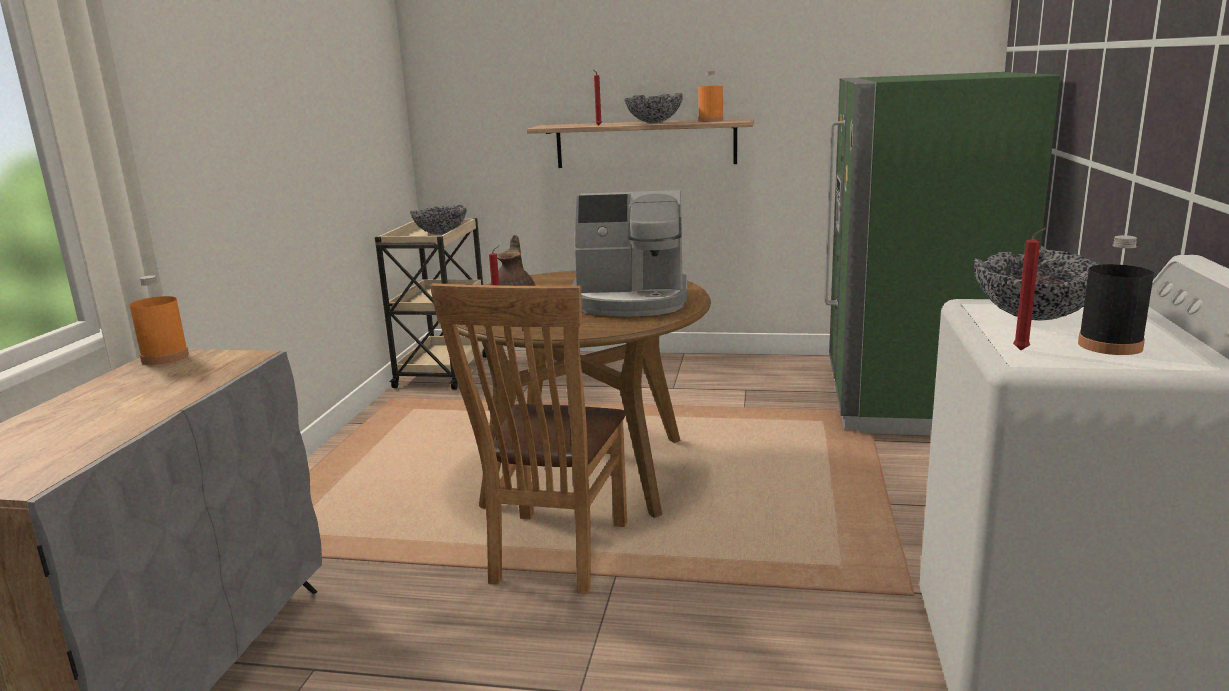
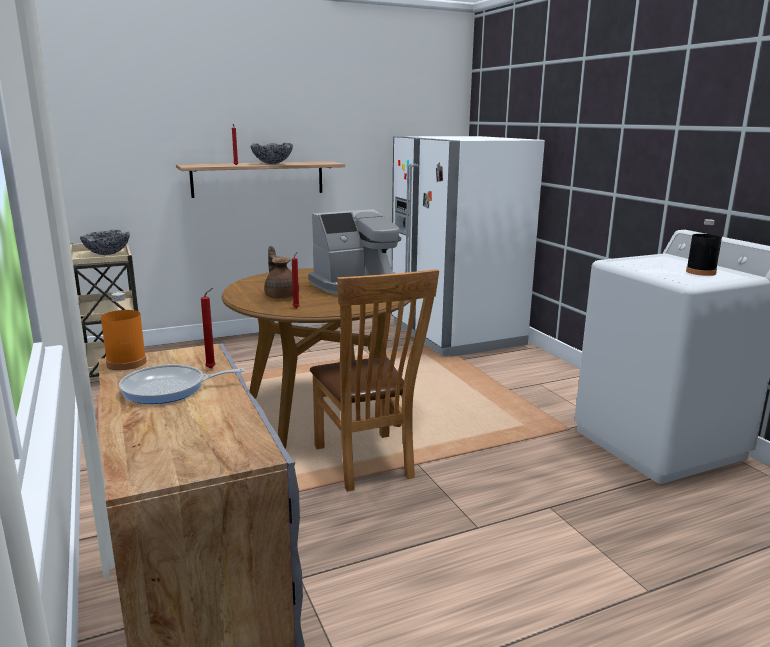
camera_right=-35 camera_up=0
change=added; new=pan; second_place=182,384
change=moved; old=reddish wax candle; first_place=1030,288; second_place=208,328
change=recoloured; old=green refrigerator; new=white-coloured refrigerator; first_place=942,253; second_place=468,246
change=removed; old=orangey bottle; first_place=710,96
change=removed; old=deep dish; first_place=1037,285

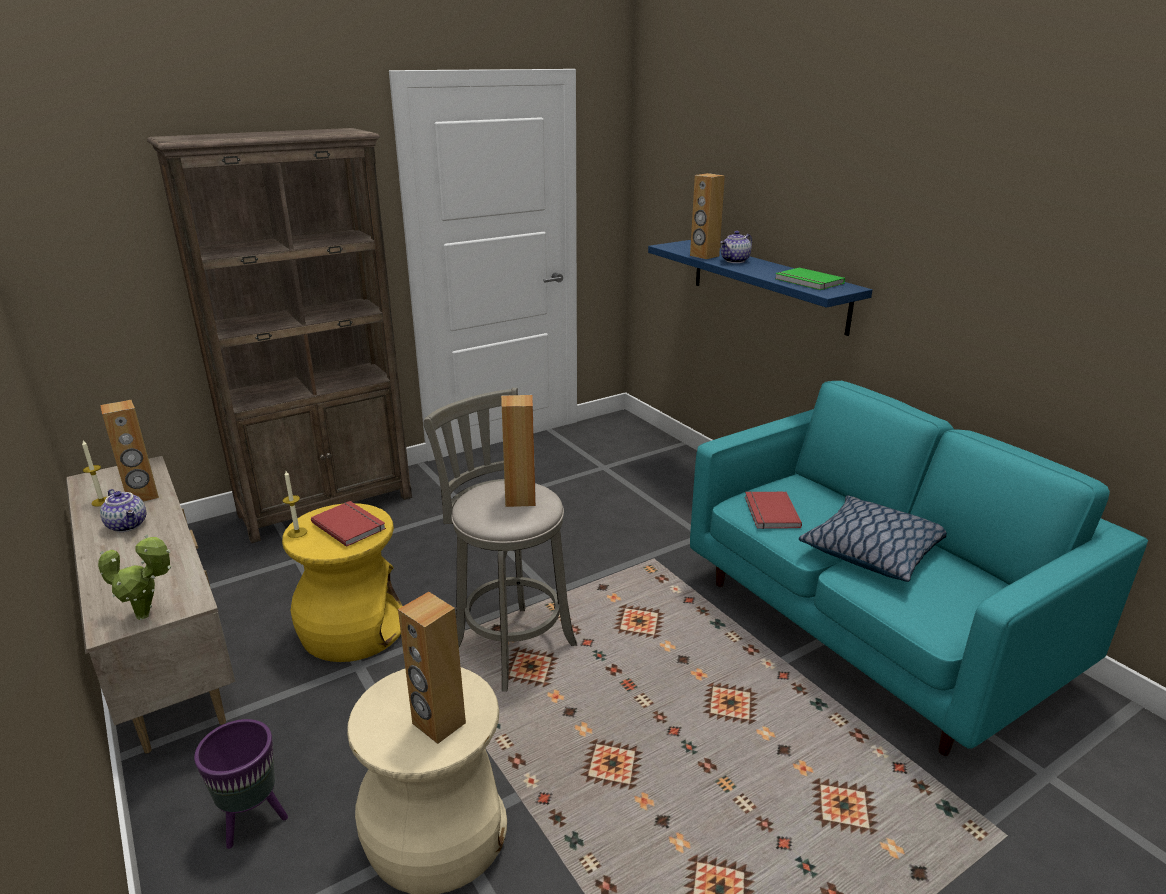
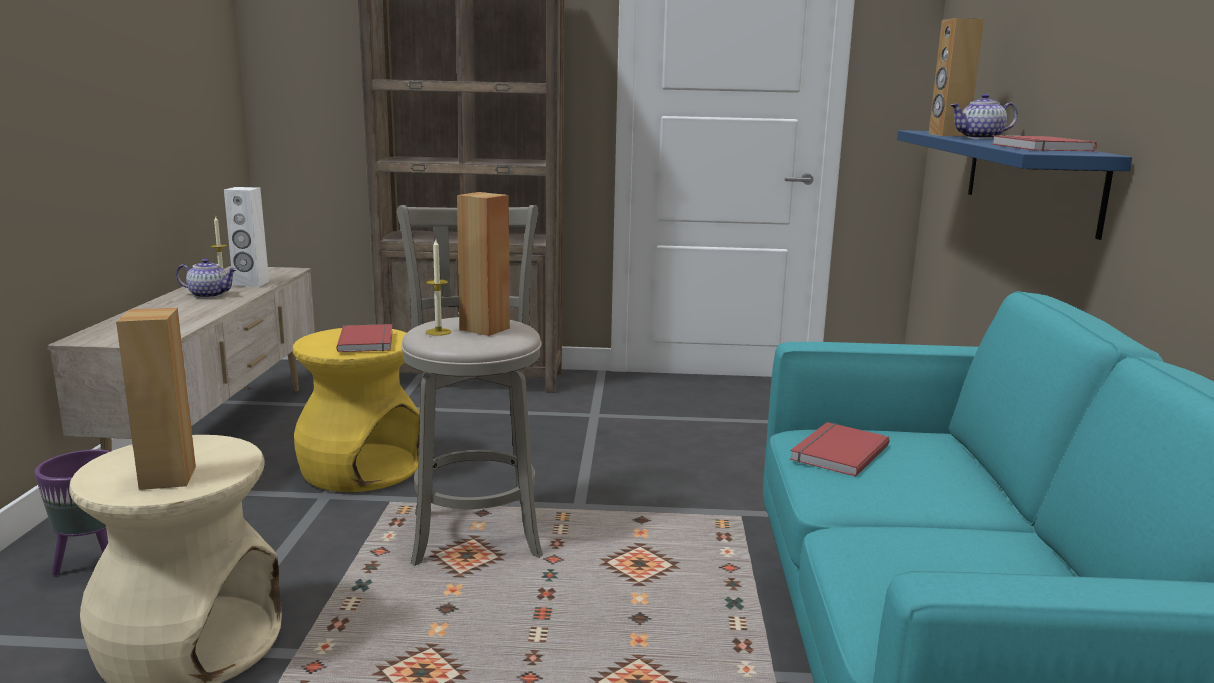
camera_right=35 camera_up=-10
change=turned; old=teapot; first_place=123,510; second_place=206,278; degrees=-75
change=recoloured; old=brownish audio speaker; new=white-coloured audio speaker; first_place=130,451; second_place=246,237
change=moved; old=wax candle; first_place=295,504; second_place=439,288
change=recoloured; old=green bound book; new=reddish bound book; first_place=810,279; second_place=1044,143
change=removed; old=houseplant; first_place=135,577
change=removed; old=cushion; first_place=873,538

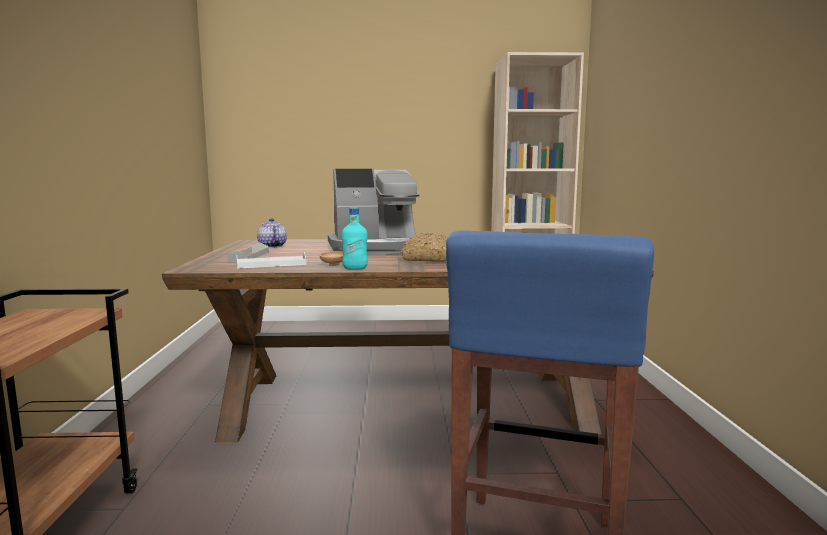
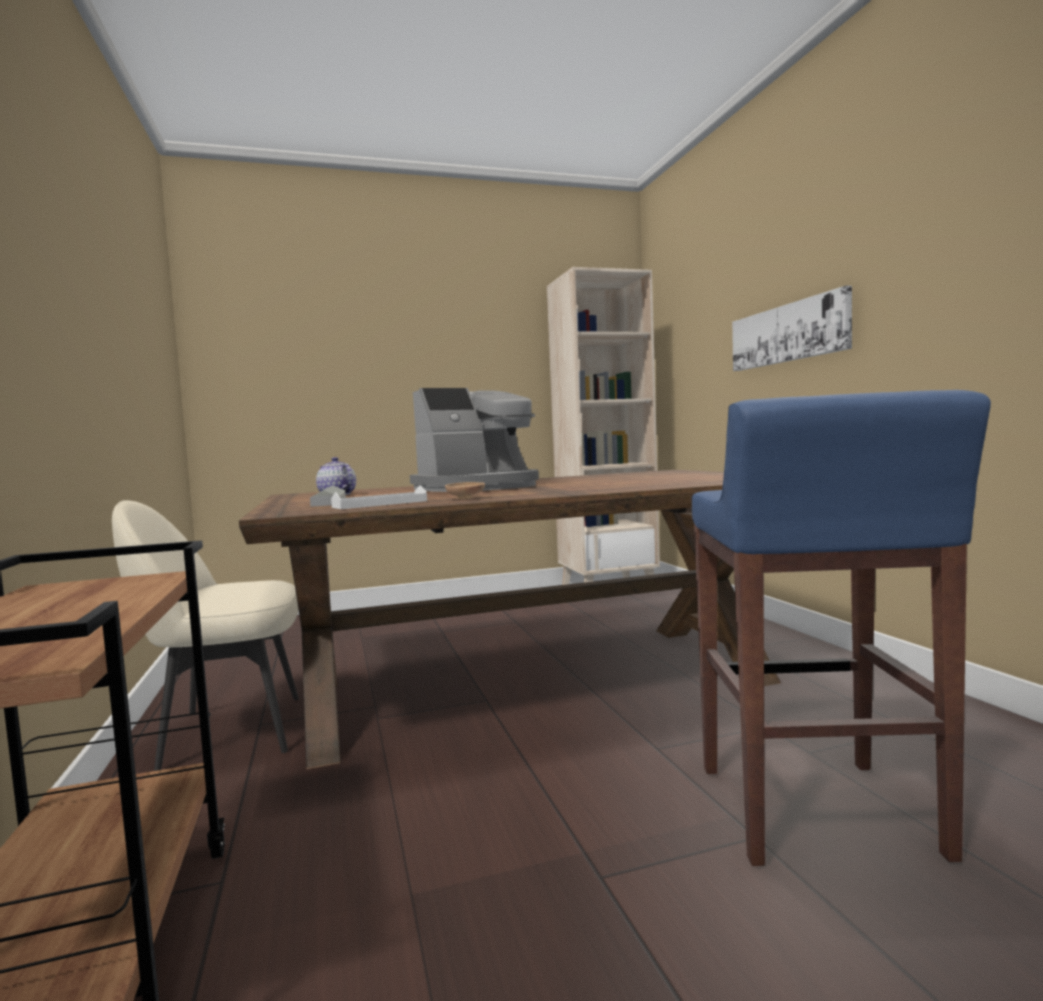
camera_right=-15 camera_up=-5
change=added; new=beige upright chair; second_place=205,635
change=added; new=picture; second_place=792,328
change=removed; old=turquoise-coloured bottle; first_place=355,238
change=removed; old=baked bread; first_place=424,247

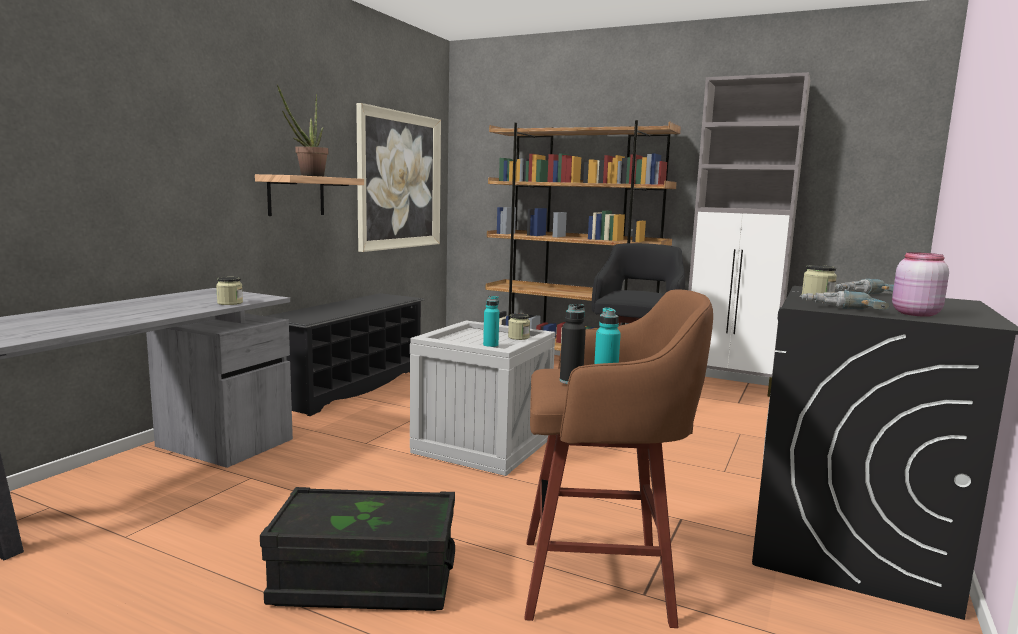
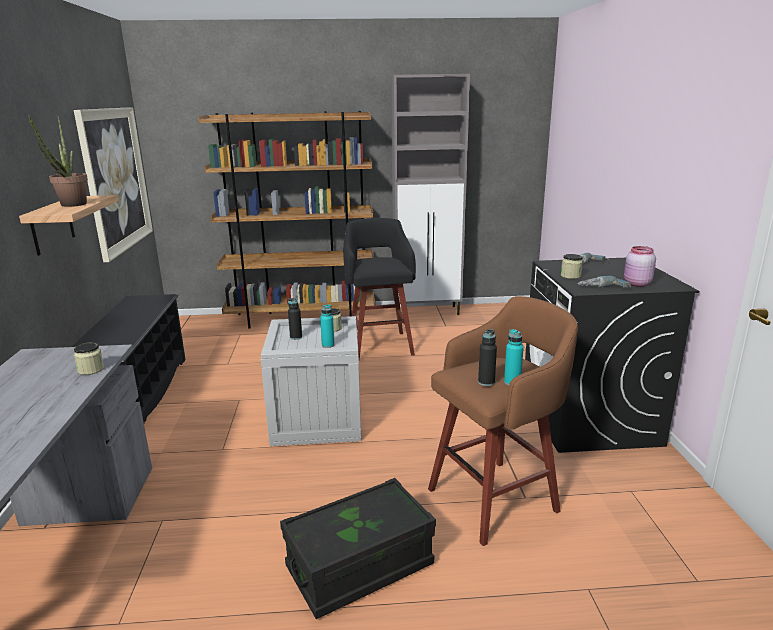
camera_right=-30 camera_up=10
change=added; new=black-coloured bottle; second_place=295,319

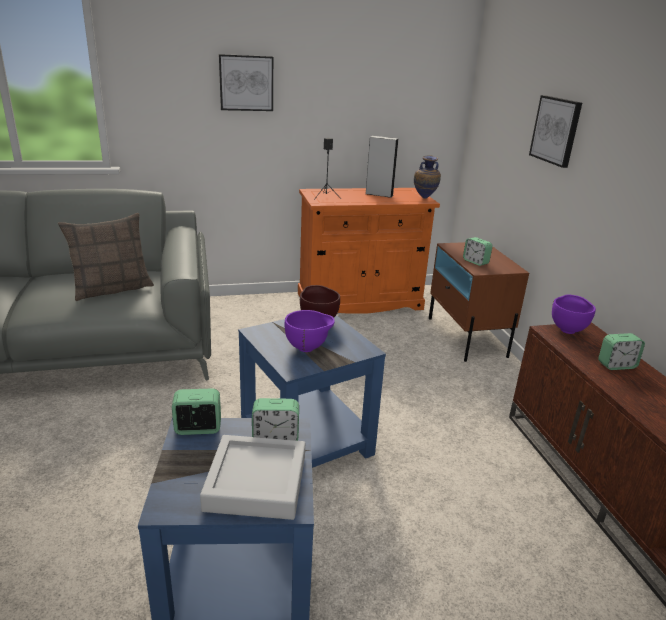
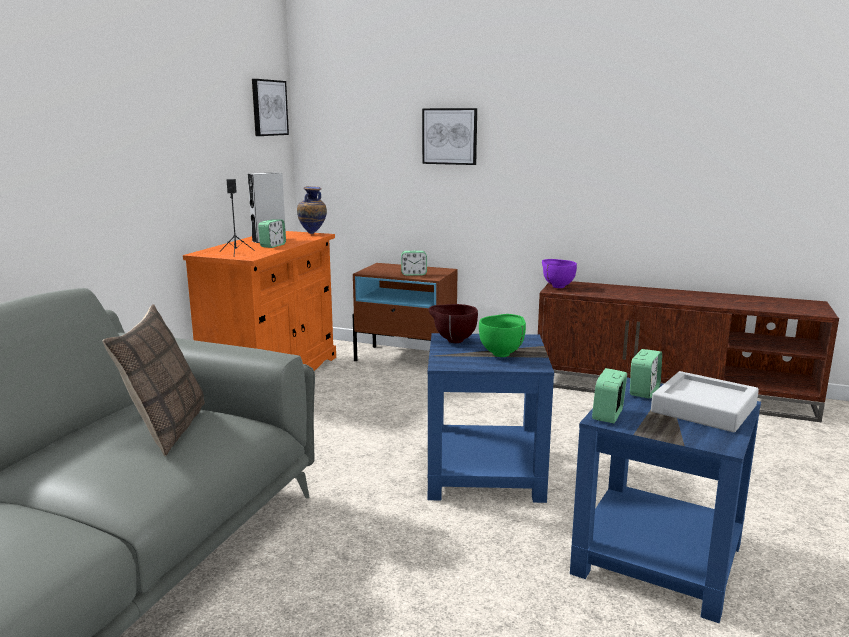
camera_right=-55 camera_up=-10
change=moved; old=picture; first_place=246,82; second_place=270,107
change=moved; old=table clock; first_place=621,351; second_place=272,233
change=recoloured; old=purple-coloured deep dish; new=green deep dish; first_place=310,331; second_place=502,335

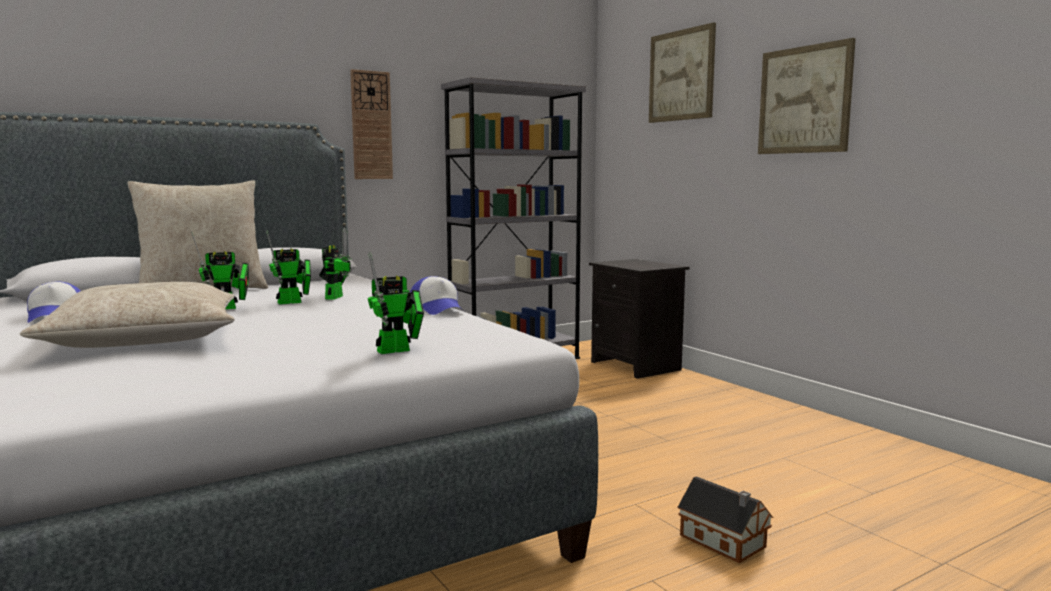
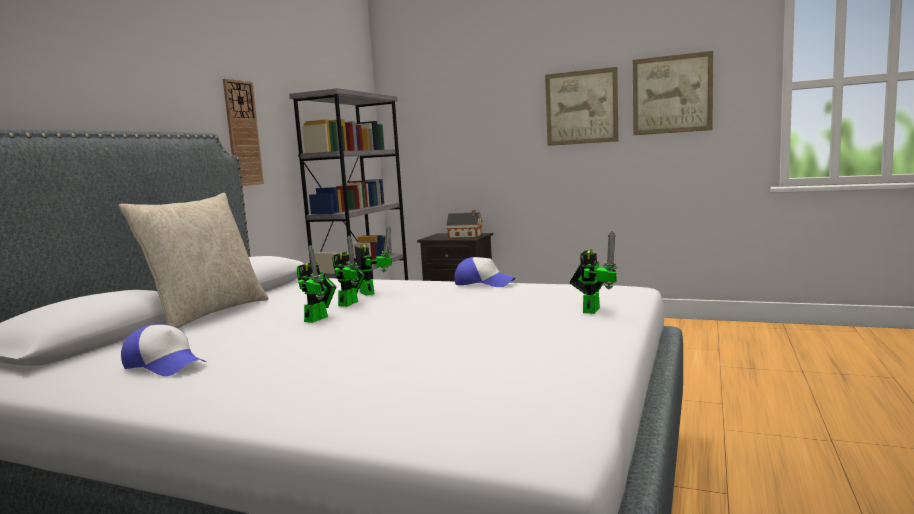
camera_right=-35 camera_up=0
change=moved; old=model house; first_place=725,519; second_place=464,224
change=moved; old=picture; first_place=682,72; second_place=673,93
change=removed; old=beige cushion; first_place=127,315

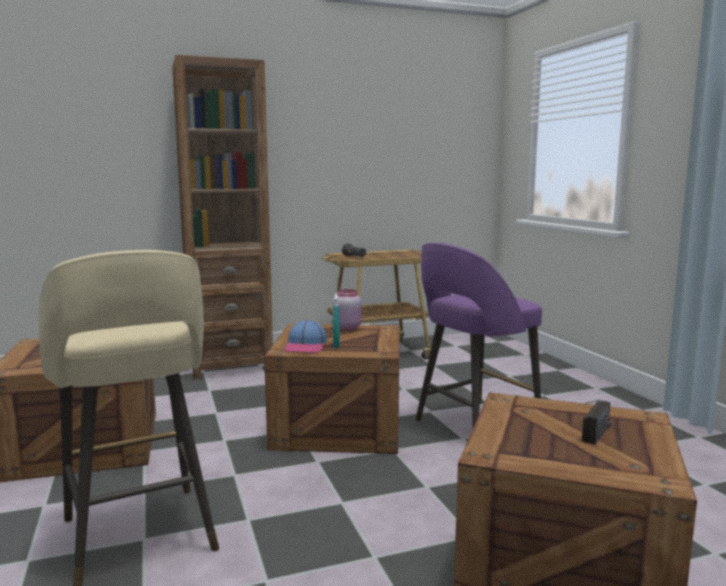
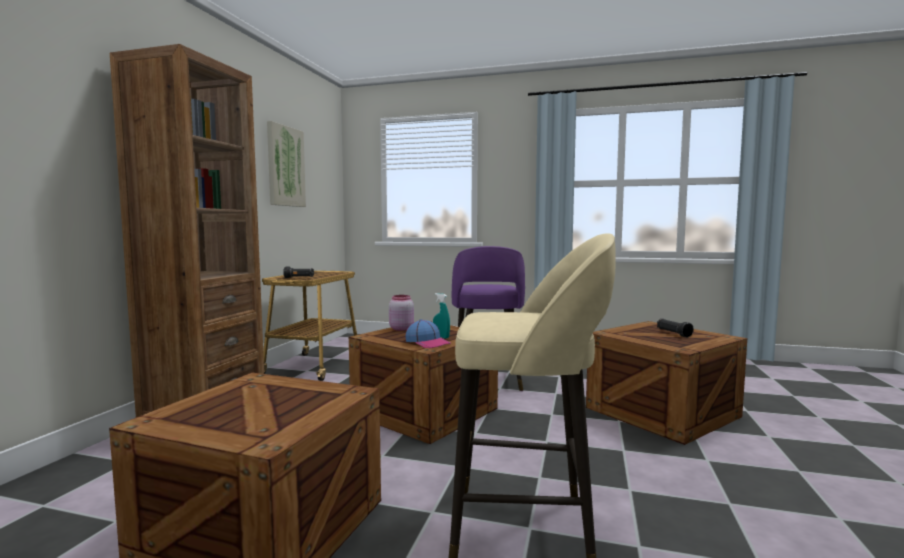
camera_right=-55 camera_up=-5
change=added; new=picture; second_place=286,164
change=replaced; old=radio; new=black-coloured hand torch; first_place=595,422; second_place=675,328

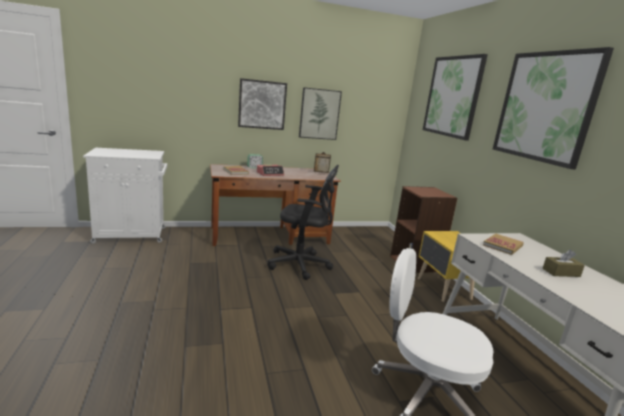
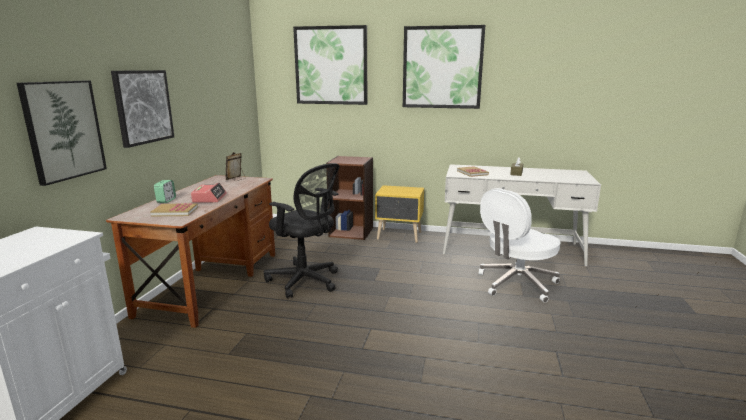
camera_right=-60 camera_up=0
change=moved; old=picture; first_place=320,113; second_place=62,133
change=turned; old=black-coloured computer chair; first_place=303,222; second_place=302,230; degrees=90

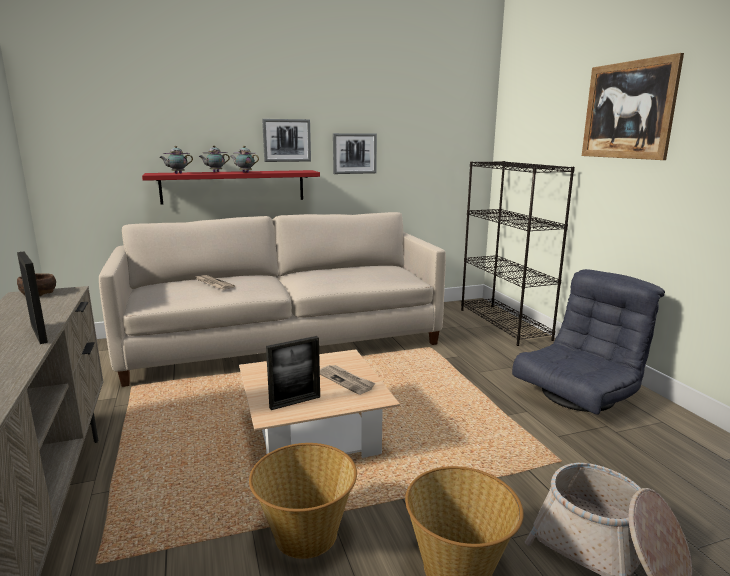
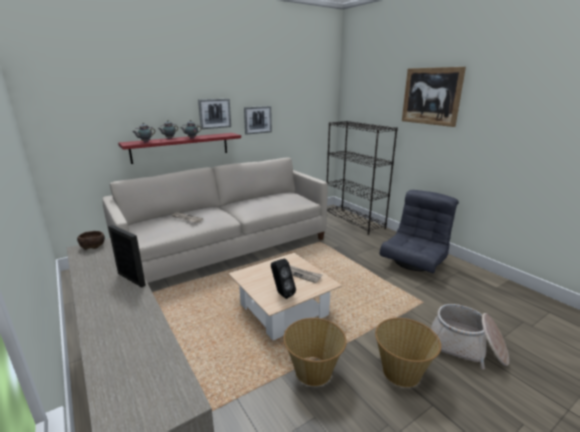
camera_right=-15 camera_up=5
change=replaced; old=photo frame; new=black-coloured audio speaker; first_place=293,373; second_place=283,279

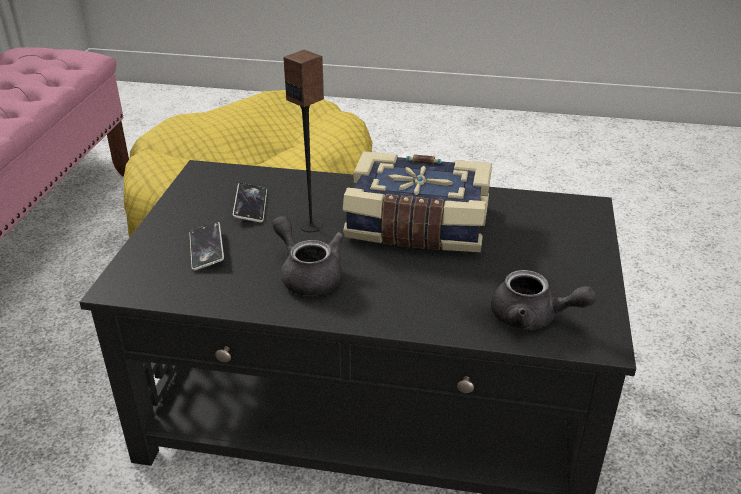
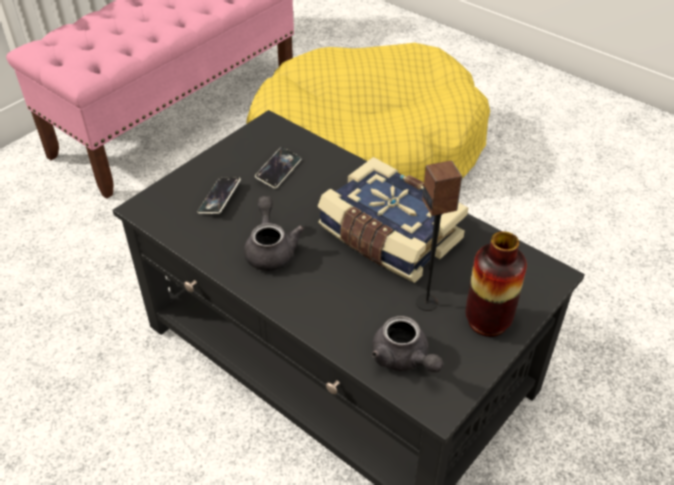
camera_right=30 camera_up=10
change=moved; old=audio speaker; first_place=303,141; second_place=439,236
change=added; new=flower vase; second_place=496,284

